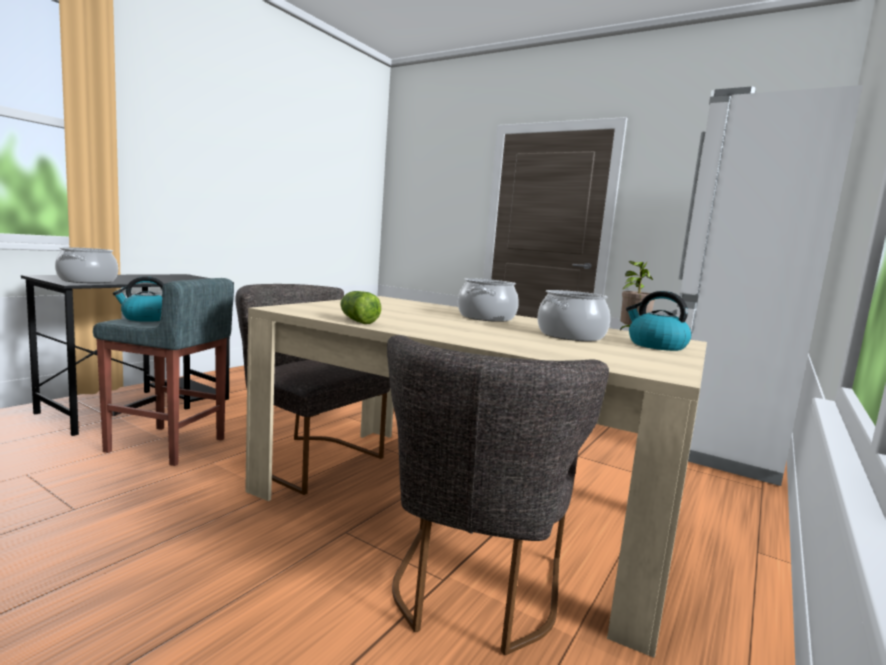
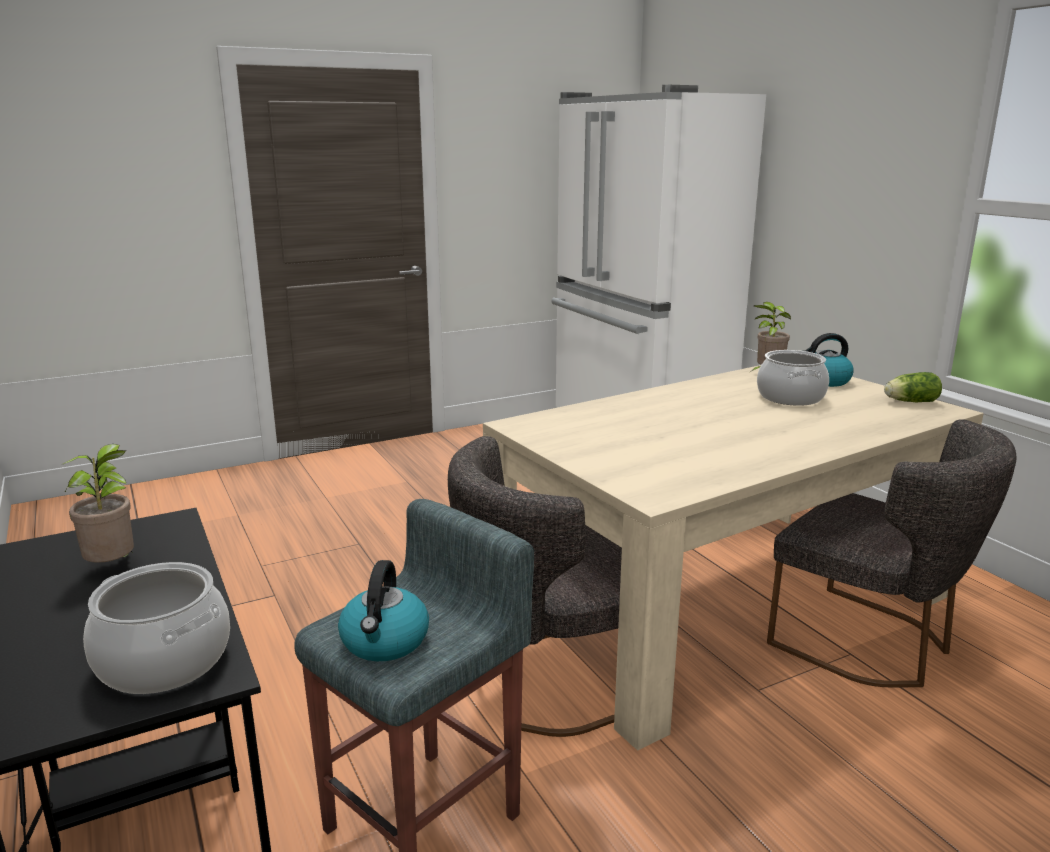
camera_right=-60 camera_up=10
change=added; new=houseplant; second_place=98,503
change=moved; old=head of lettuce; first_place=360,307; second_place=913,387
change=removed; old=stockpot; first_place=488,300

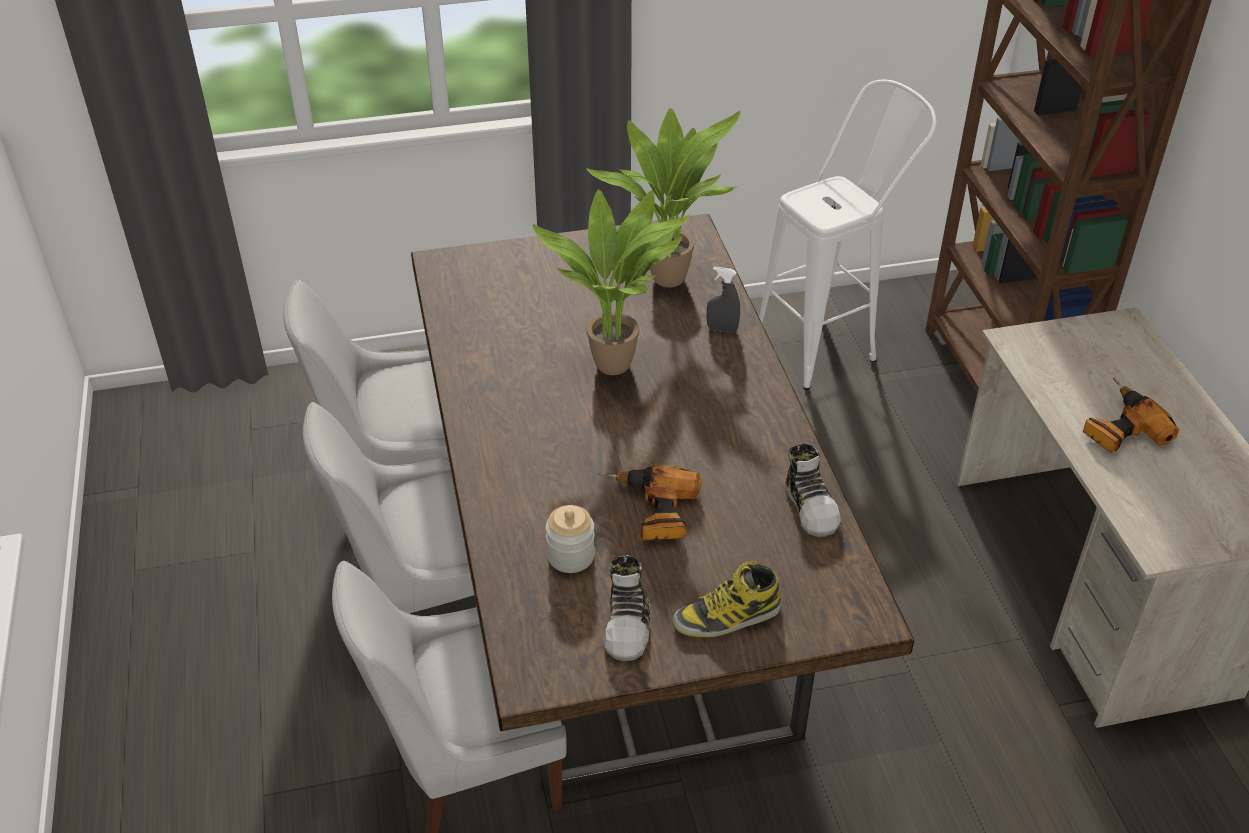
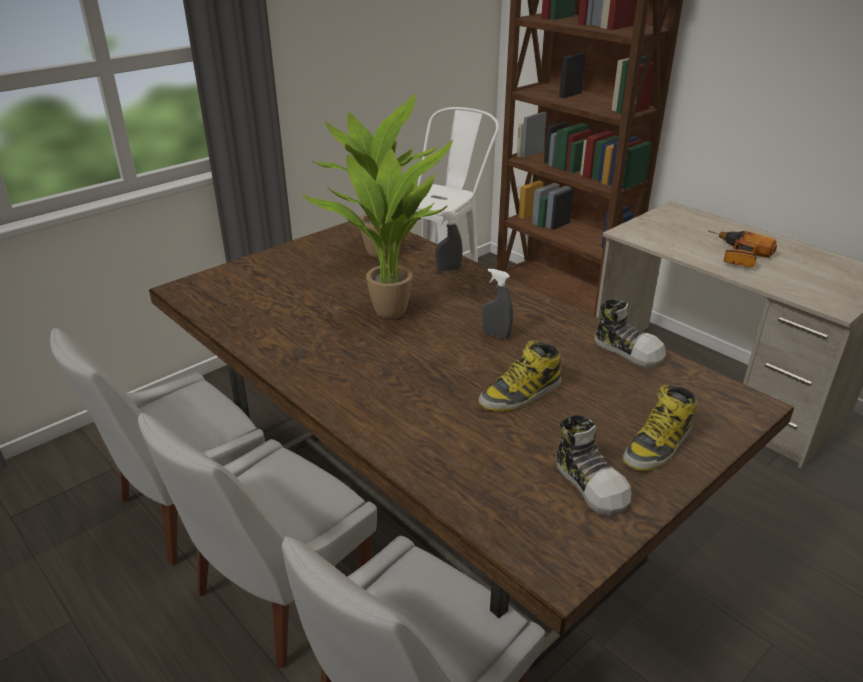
camera_right=-30 camera_up=-10
change=replaced; old=power drill; new=high-top boot; first_place=650,503; second_place=519,375
change=added; new=grey spray bottle; second_place=497,304
change=removed; old=storage jar; first_place=570,539

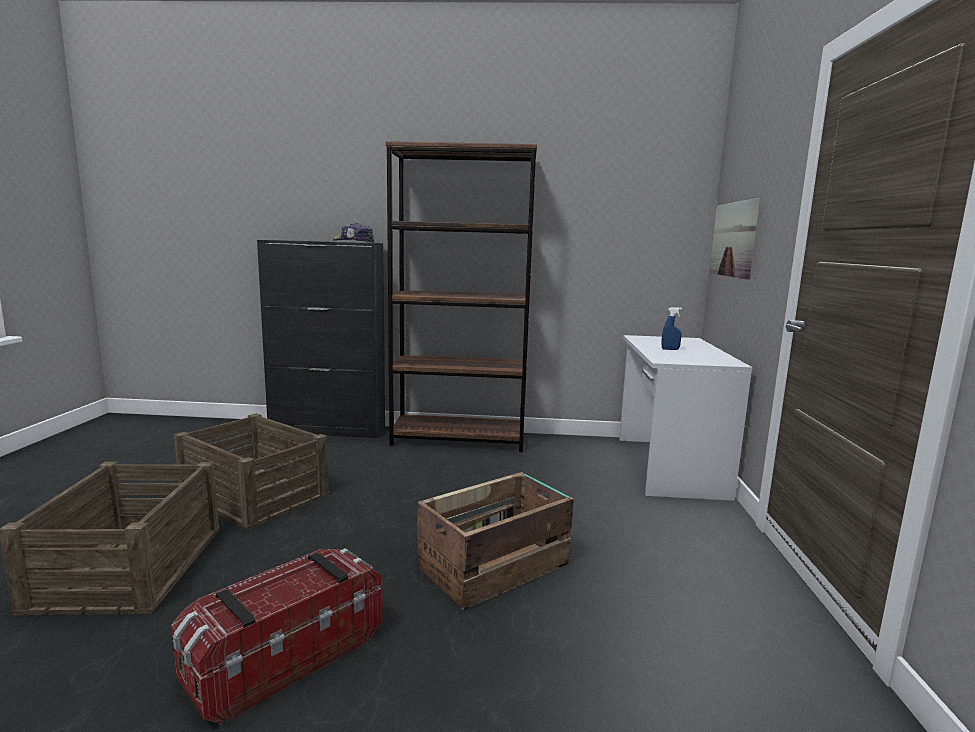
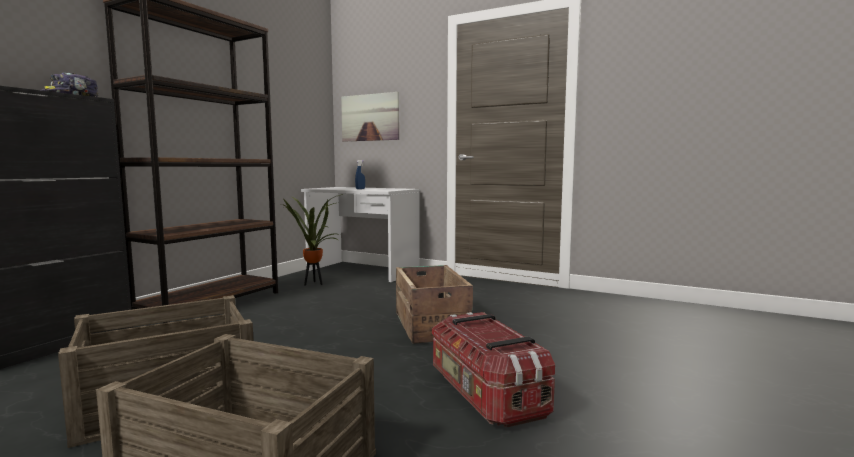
camera_right=-65 camera_up=-5
change=added; new=houseplant; second_place=312,240

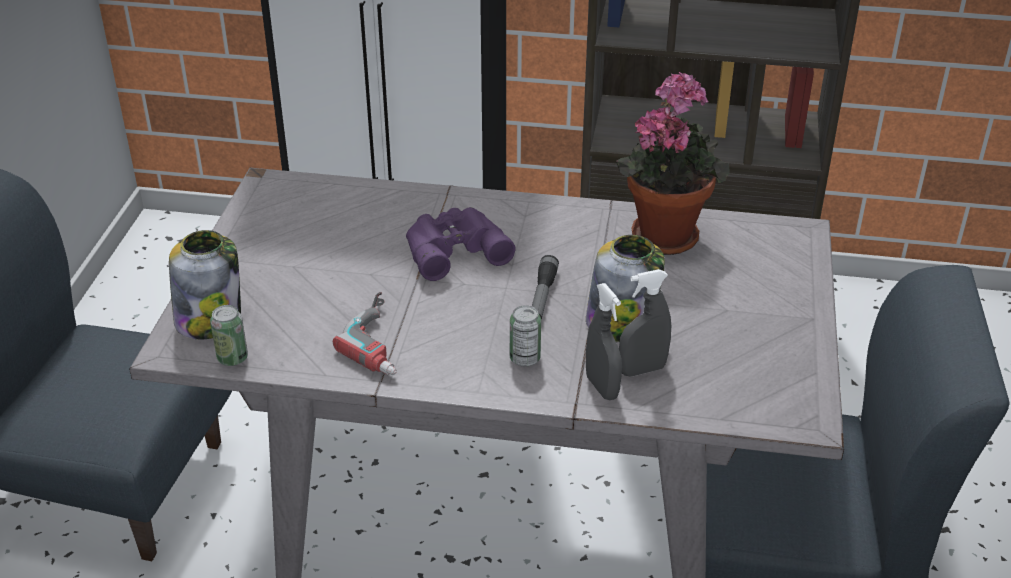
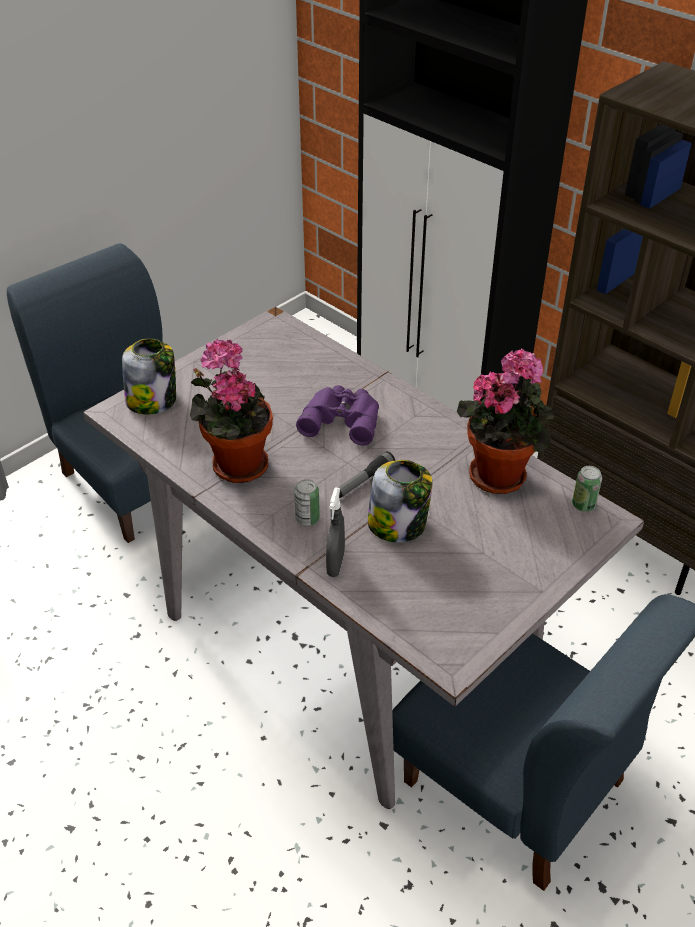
camera_right=35 camera_up=5
change=replaced; old=power drill; new=houseplant; first_place=365,333; second_place=231,411
change=moved; old=sealed can; first_place=229,335; second_place=587,489
change=removed; old=grey spray bottle; first_place=645,323

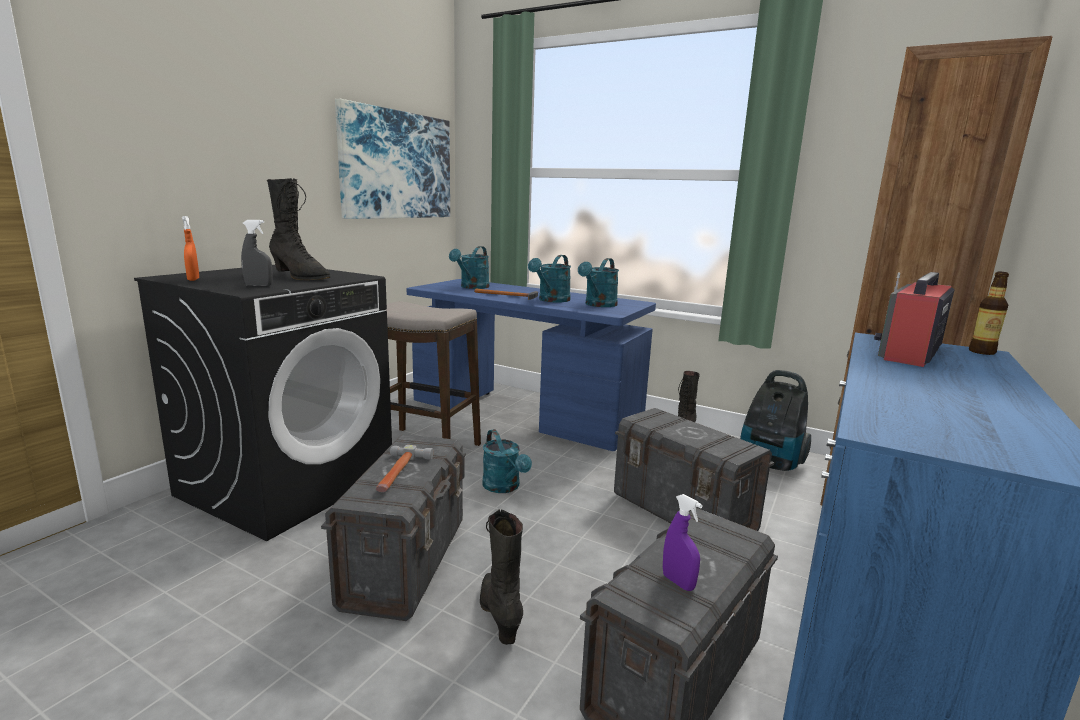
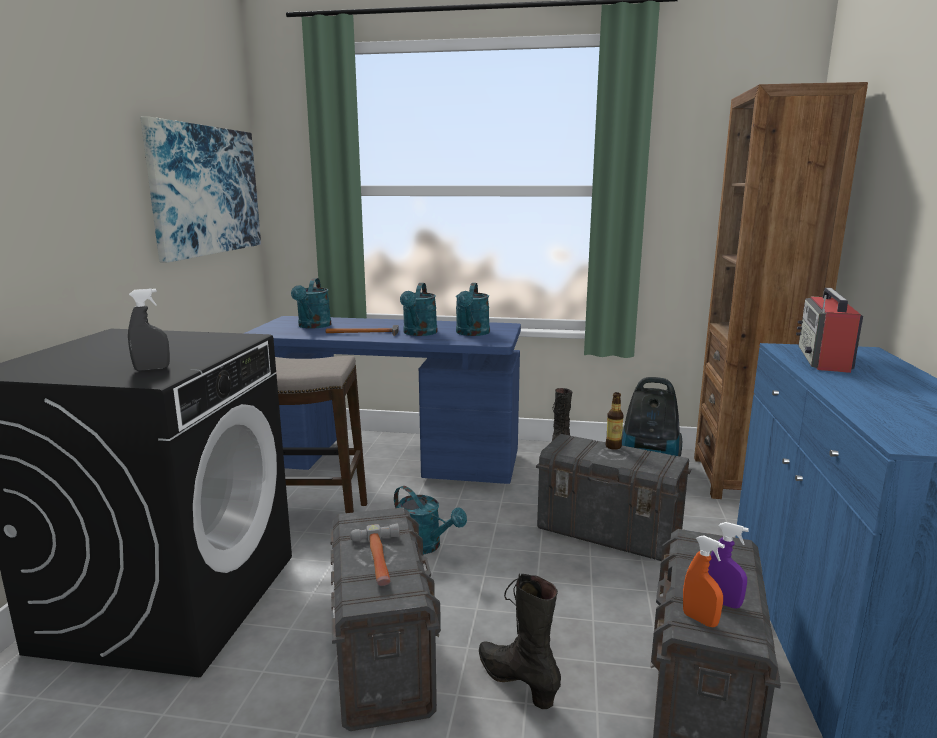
camera_right=-20 camera_up=0
change=moved; old=bottle; first_place=989,313; second_place=614,421
change=moved; old=orangey spray bottle; first_place=190,248; second_place=704,581
change=removed; old=black-coloured high-top boot; first_place=298,229

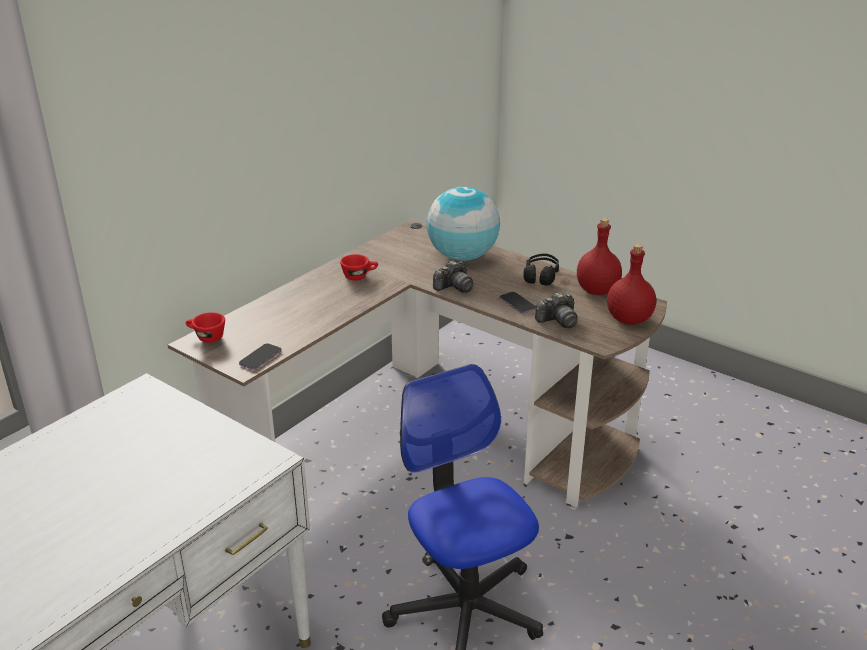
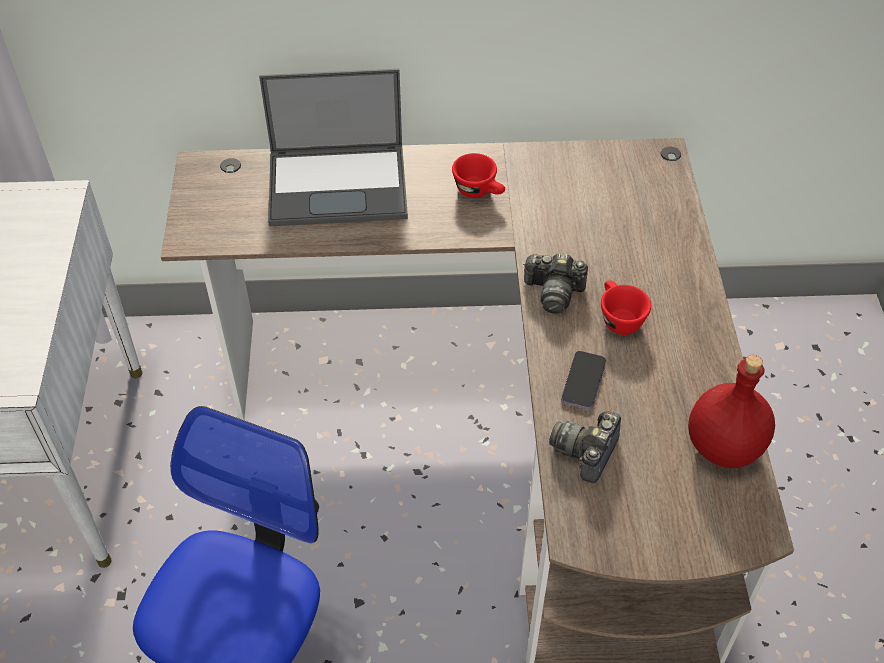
camera_right=50 camera_up=20
change=added; new=laptop; second_place=333,147
change=turned; old=still camera; first_place=556,310; second_place=585,447; degrees=90
change=moved; old=reddish drinking cup; first_place=205,327; second_place=626,308
change=removed; old=phone; first_place=260,356
change=removed; old=globe; first_place=463,224
change=removed; old=black-coloured headset; first_place=541,269
change=removed; old=reddish bottle; first_place=631,284

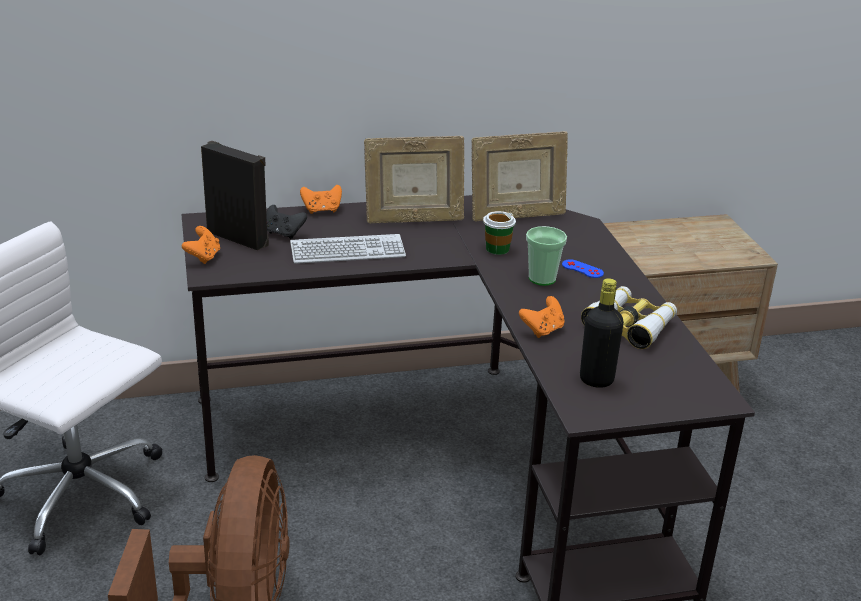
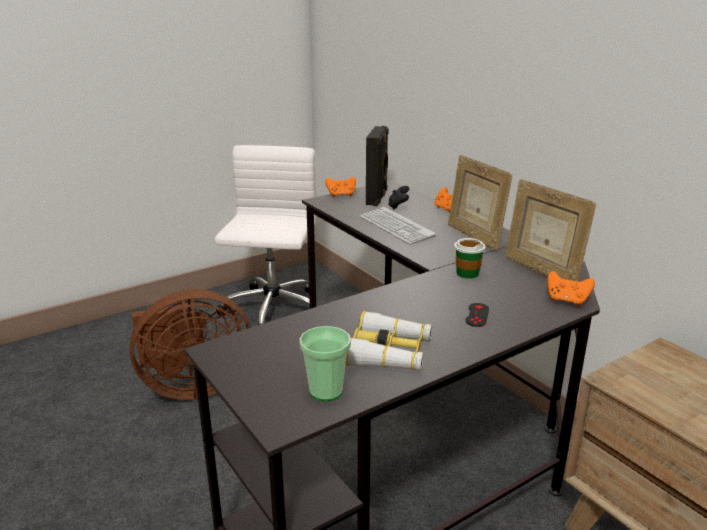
camera_right=70 camera_up=-5
change=moved; old=drinking cup; first_place=546,256; second_place=325,363
change=recoloured; old=blue joypad; new=black-coloured joypad; first_place=583,268; second_place=477,315
change=moved; old=orangey joypad; first_place=542,317; second_place=571,288
change=removed; old=black-coloured bottle; first_place=602,333

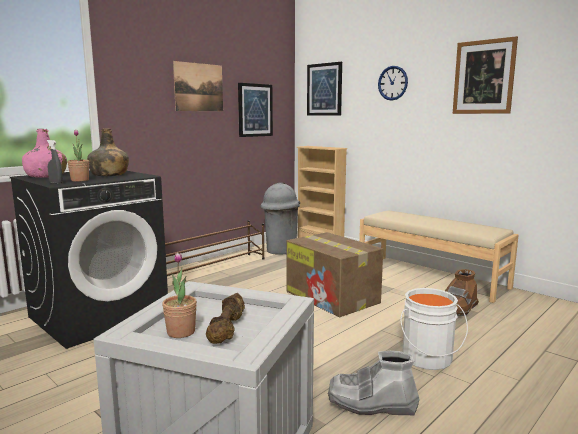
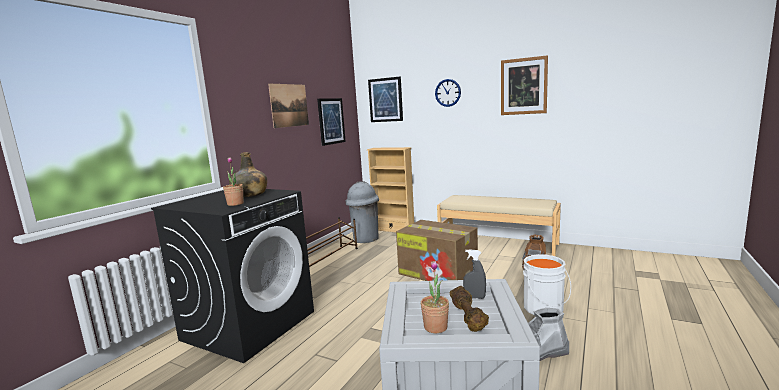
camera_right=-15 camera_up=0
change=moved; old=grey spray bottle; first_place=55,162; second_place=474,274
change=removed; old=pink bottle; first_place=44,153

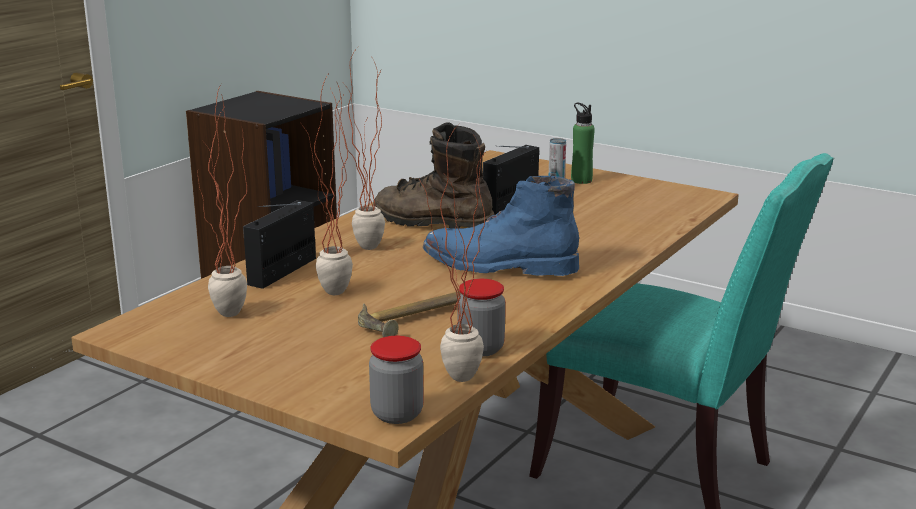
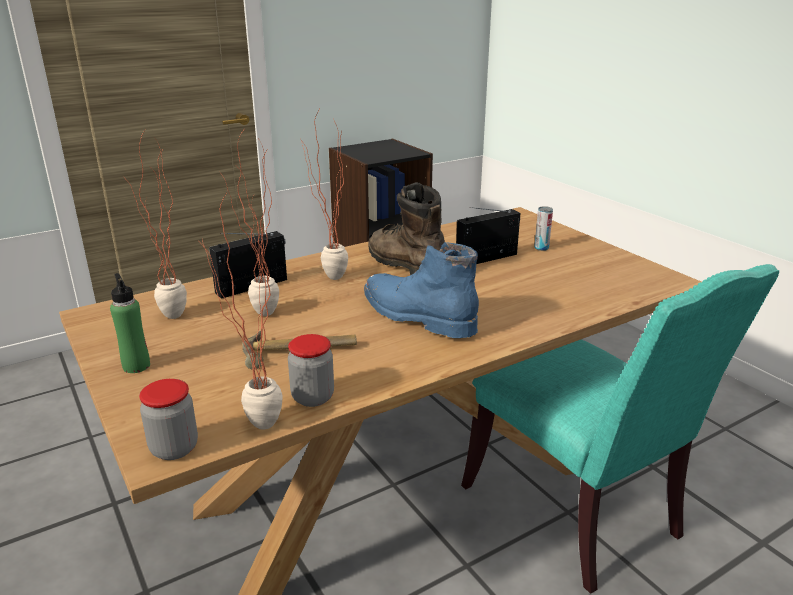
camera_right=25 camera_up=5
change=moved; old=green bottle; first_place=583,143; second_place=130,323

